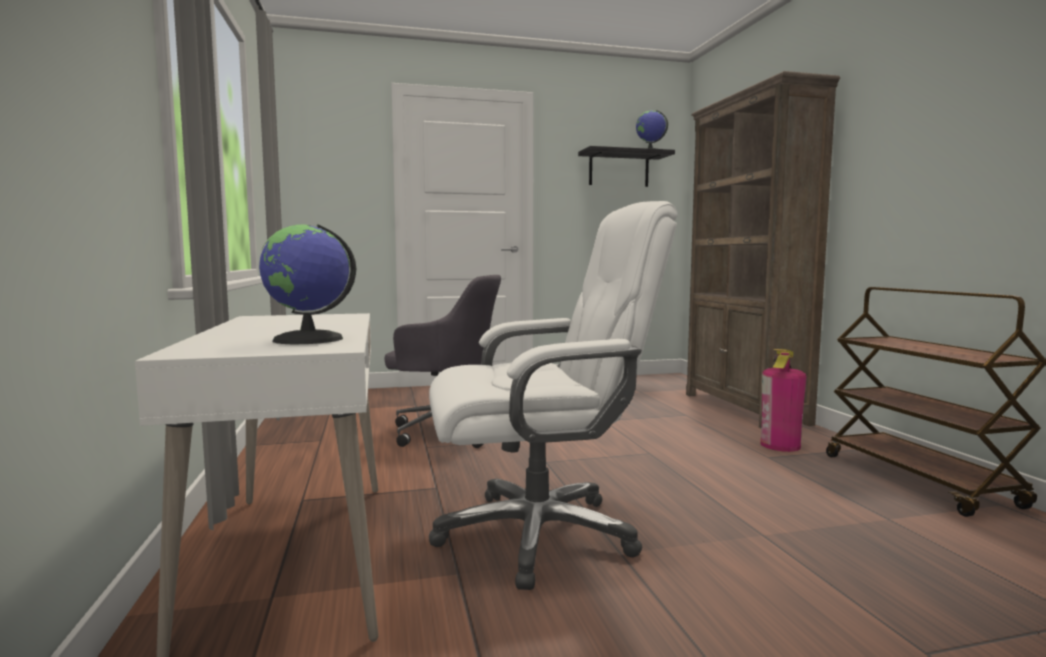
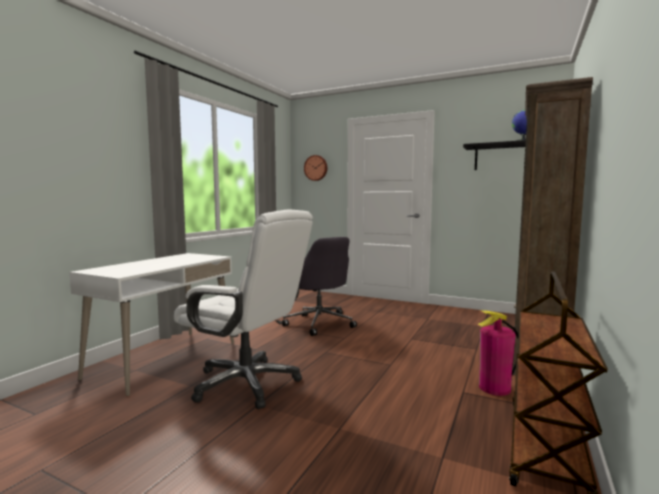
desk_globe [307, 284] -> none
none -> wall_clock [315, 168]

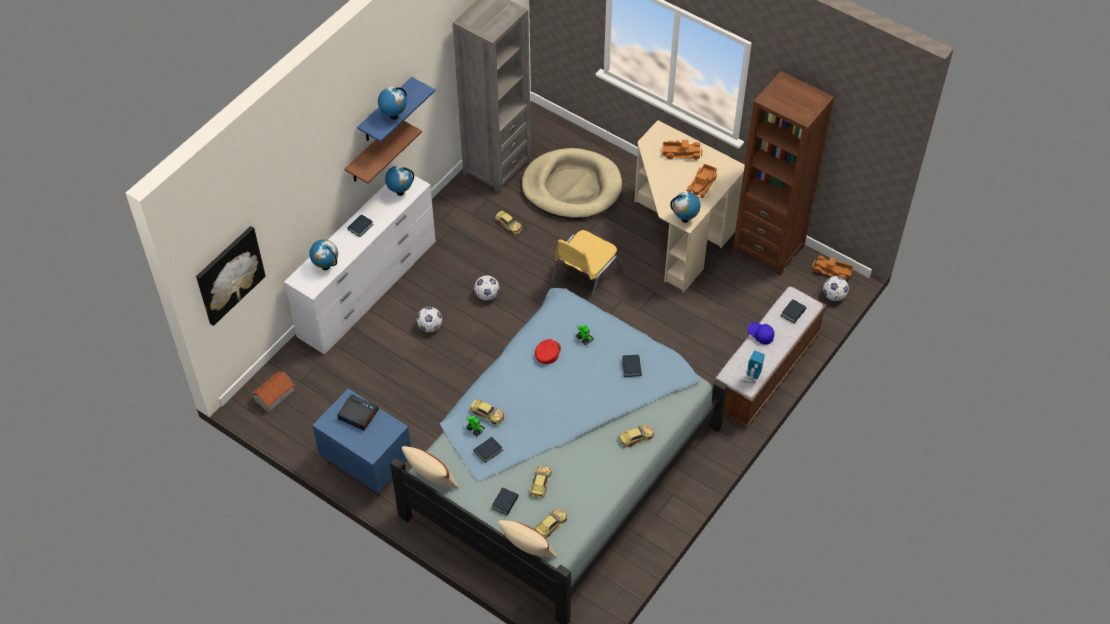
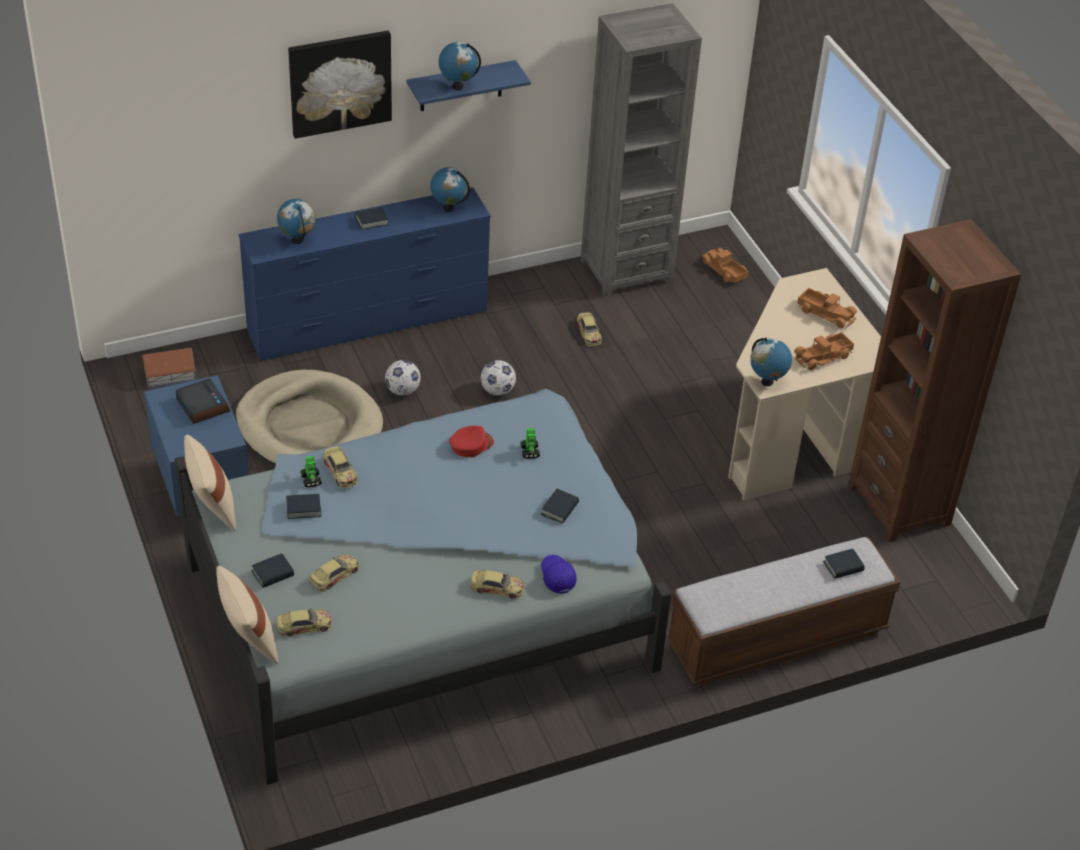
brown_shelf [383, 152] -> none
yellowish_upright_chair [586, 266] -> none
robot_figure [753, 366] -> none
football_ball [836, 288] -> none
wall_picture [231, 276] -> wall_picture [340, 85], move
beige-coloured_dog_bed [572, 183] -> beige-coloured_dog_bed [309, 418], move
bluish_baseball_cap [761, 333] -> bluish_baseball_cap [558, 574], move
toy_truck [833, 267] -> toy_truck [725, 265], move
white_dresser [360, 265] -> bluish_dresser [365, 274]

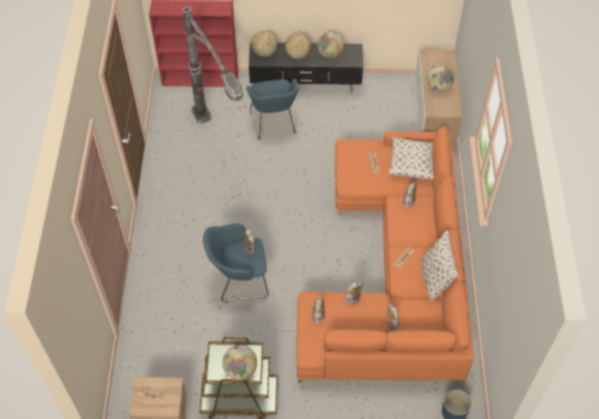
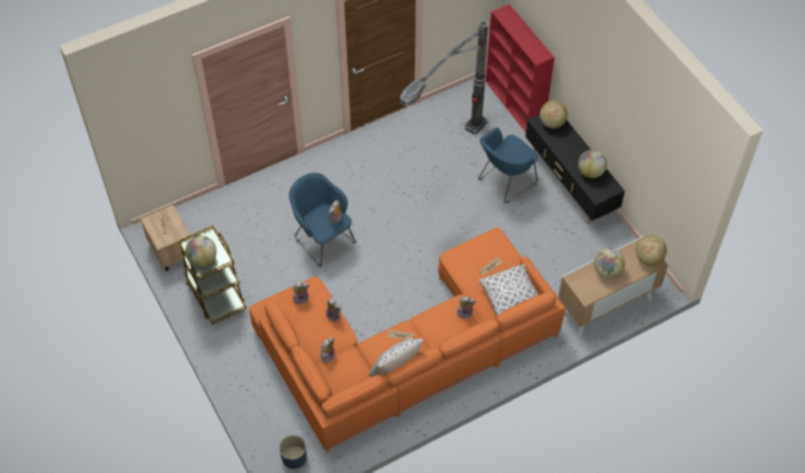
desk_globe [298, 45] -> desk_globe [651, 250], move

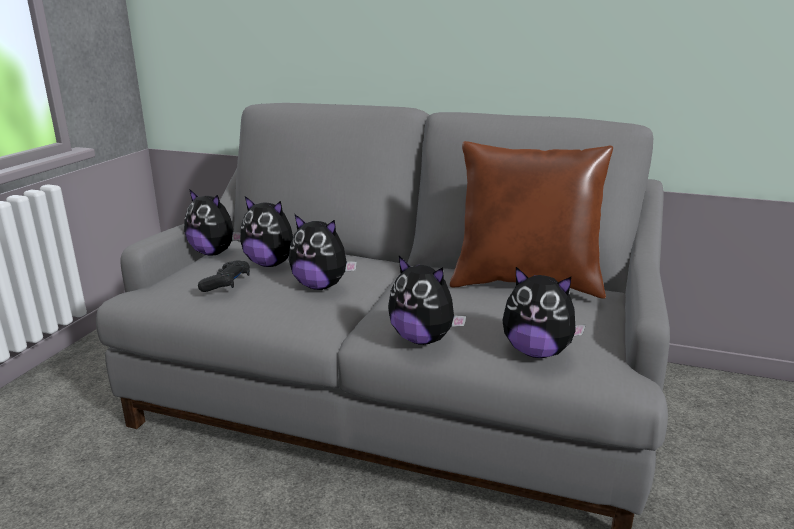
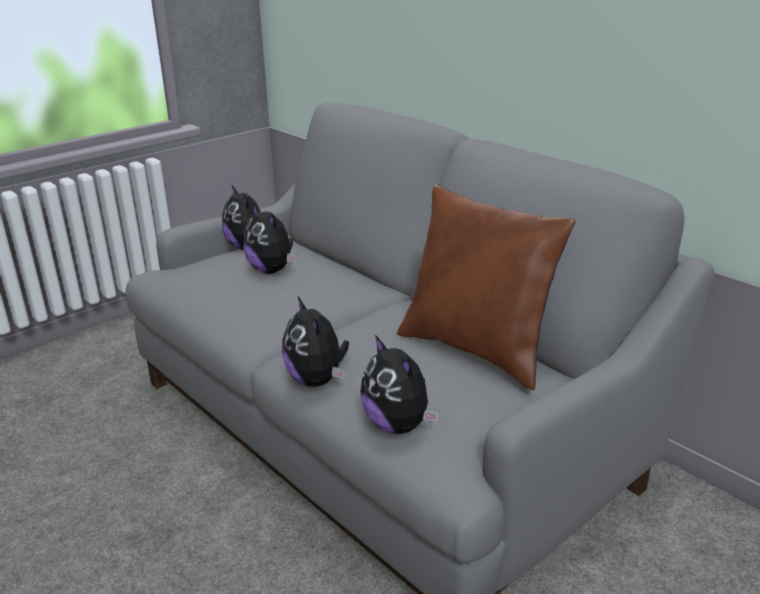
black-coloured_gamepad [224, 276] -> none
soft_toy [323, 252] -> none

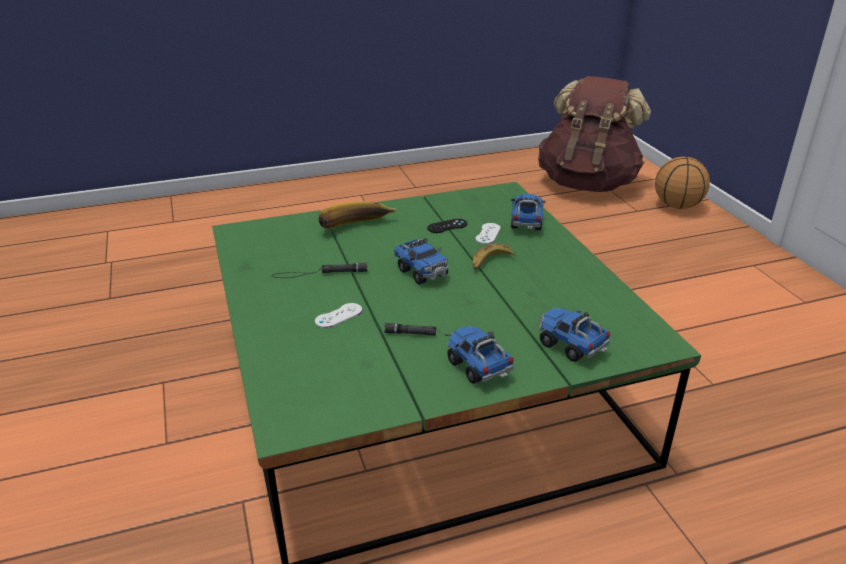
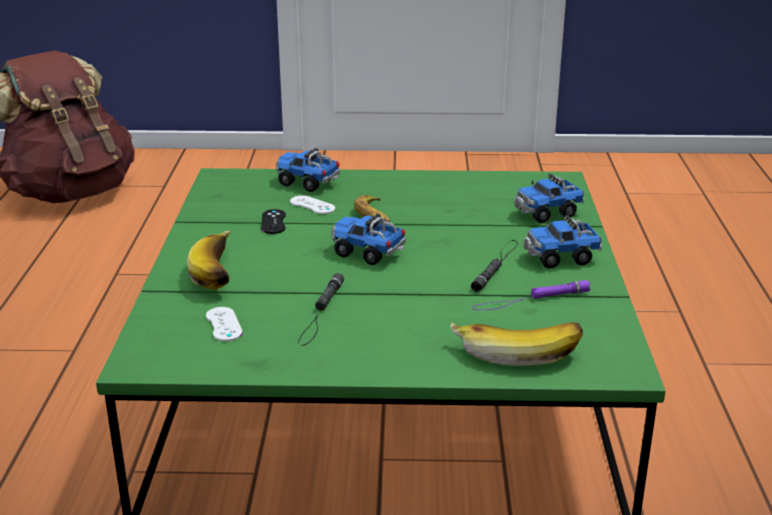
basketball [682, 183] -> none
none -> whole_banana [516, 344]
none -> purple_hand_torch [531, 295]
white_gamepad [338, 315] -> white_gamepad [224, 324], move
toy_truck [421, 261] -> toy_truck [368, 239], 135 degrees counterclockwise

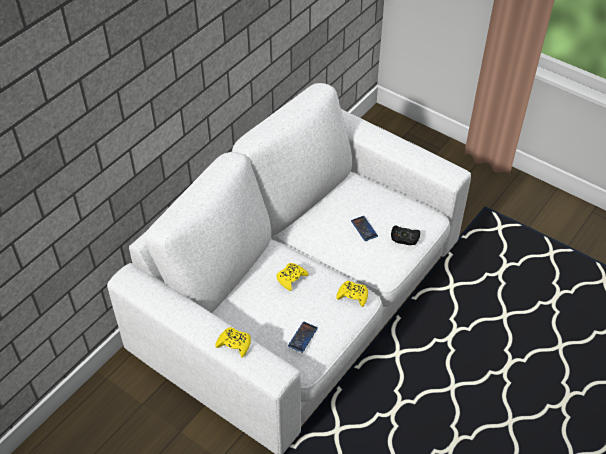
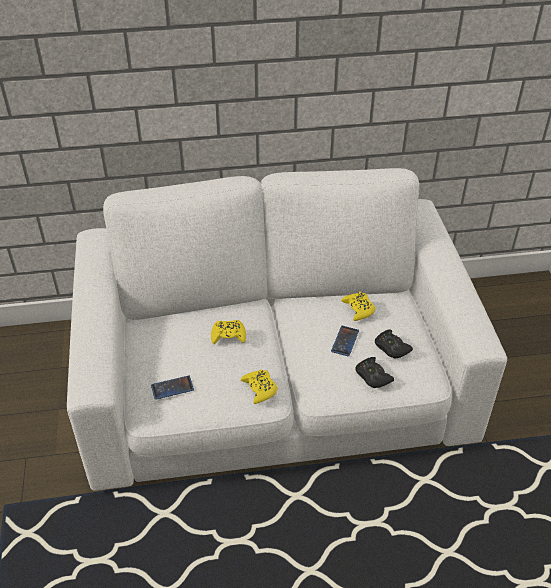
none -> black-coloured_gamepad [394, 344]
yellowish_gamepad [233, 342] -> yellowish_gamepad [358, 306], move

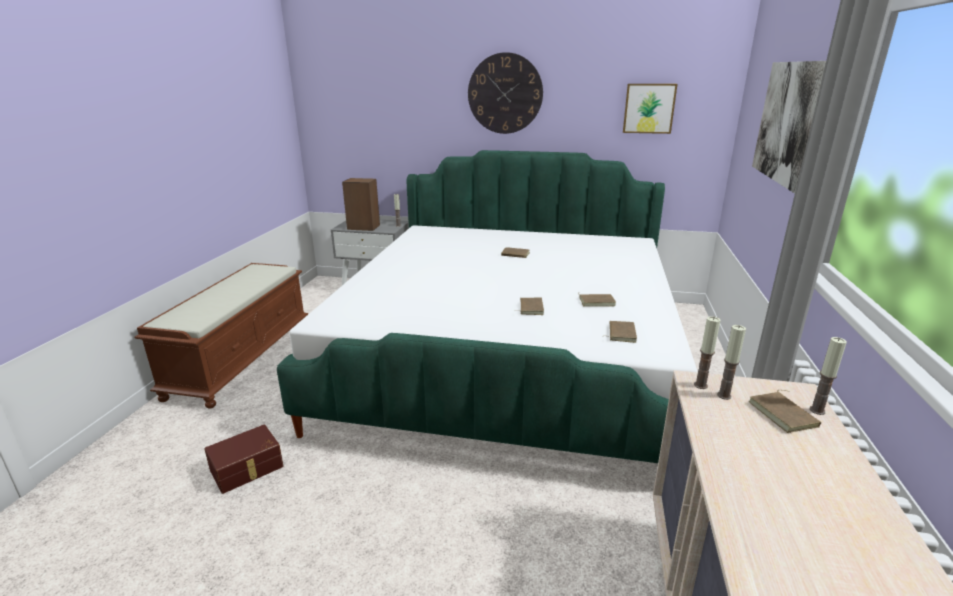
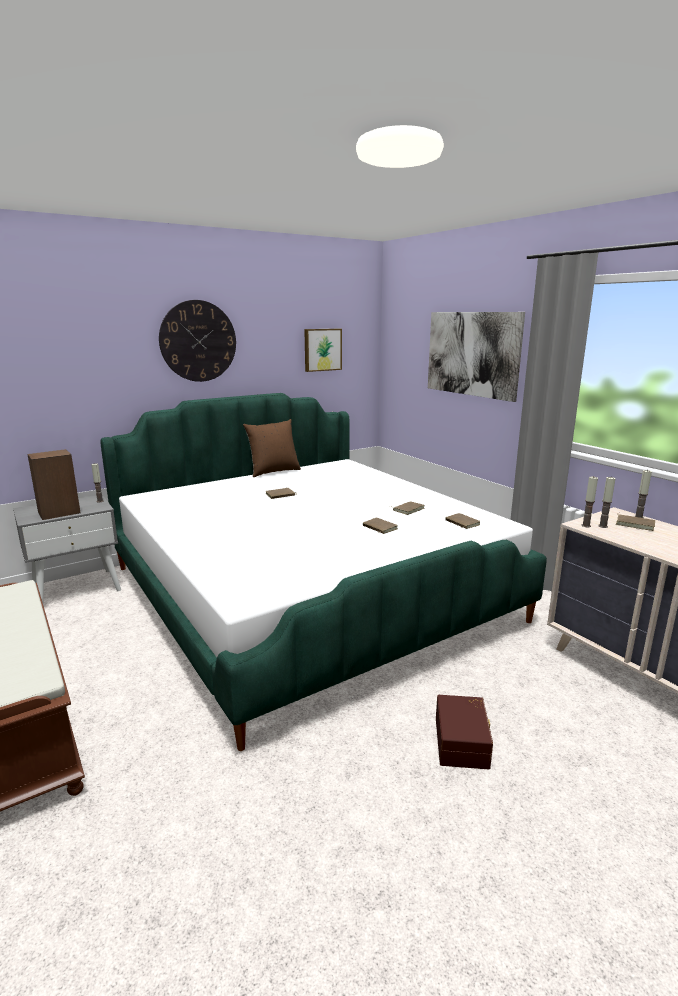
none -> brown_pillow [272, 448]
brown_storage_bin [243, 459] -> brown_storage_bin [464, 732], move

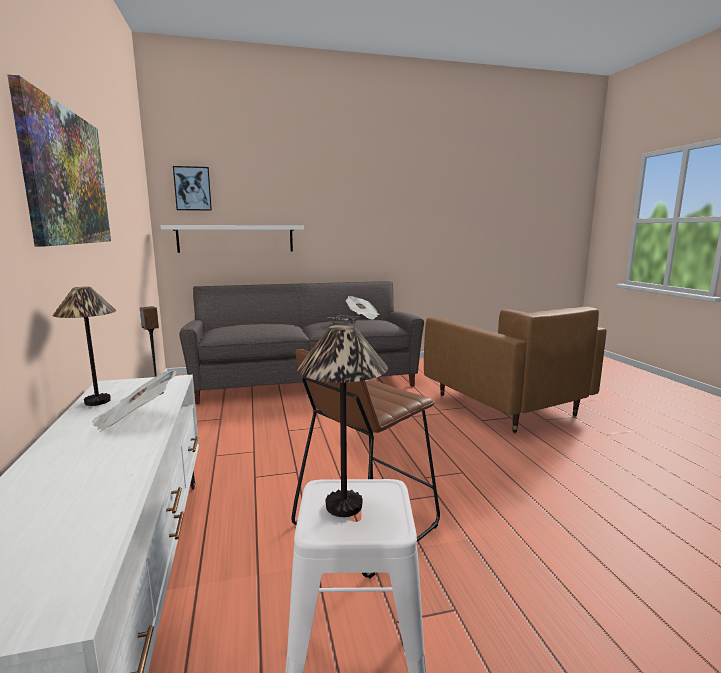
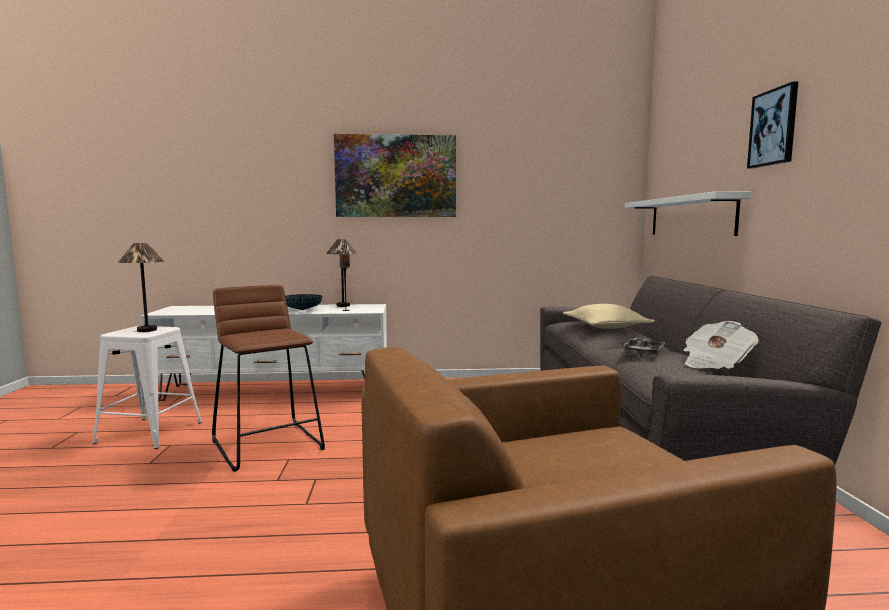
none -> beige-coloured_pillow [609, 316]
wall_picture [192, 188] -> wall_picture [772, 125], move
daily_paper [134, 401] -> deep_dish [303, 302]

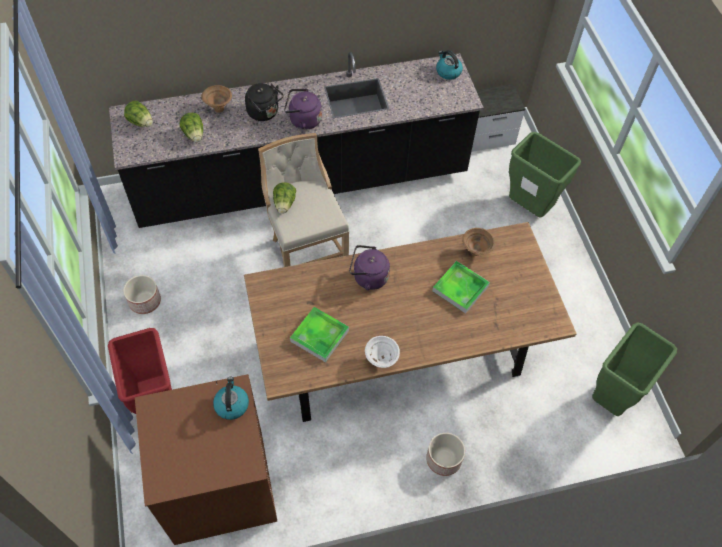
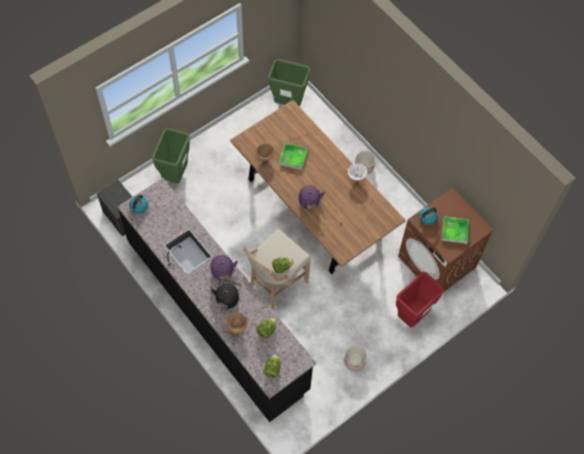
serving_tray [319, 335] -> serving_tray [455, 230], move

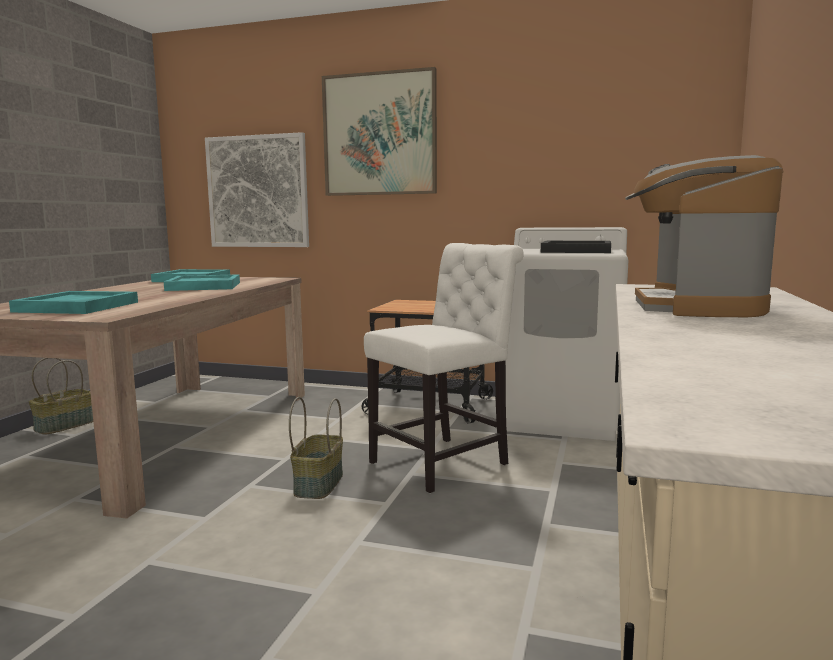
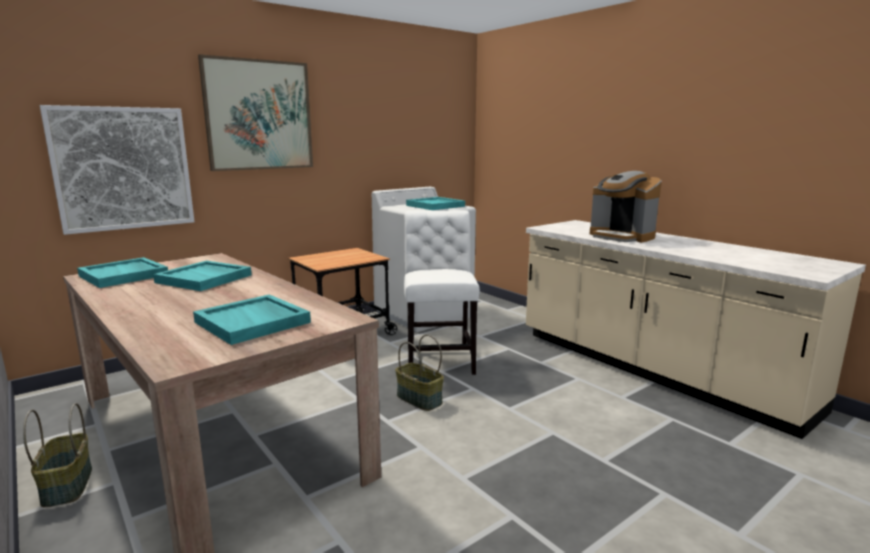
black-coloured_serving_tray [576, 247] -> blue-green_serving_tray [435, 203]

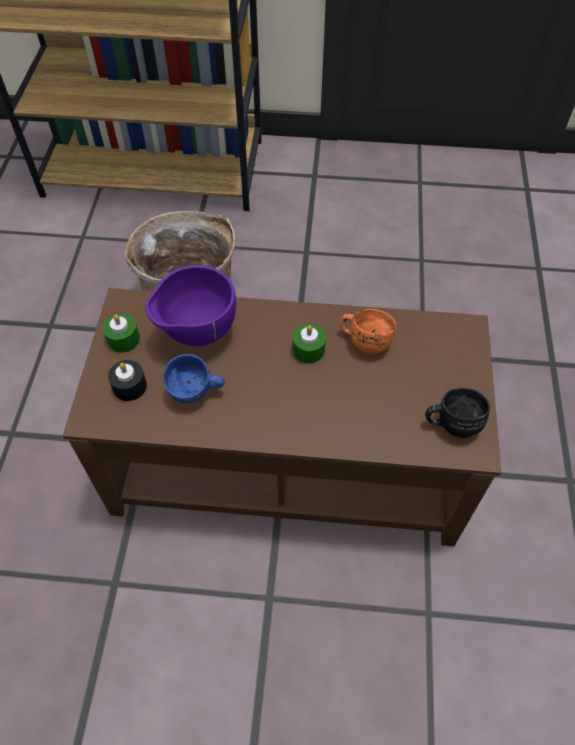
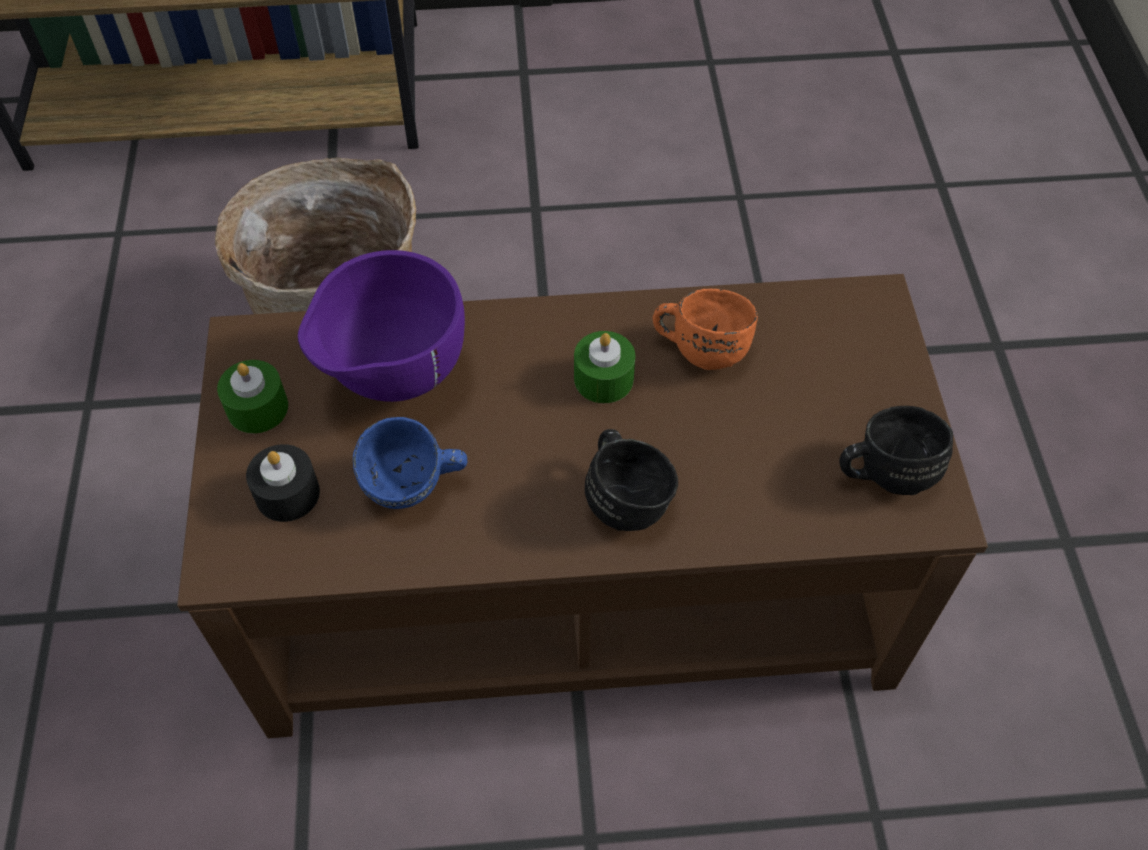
none -> black-coloured_tea_mug [631, 480]

